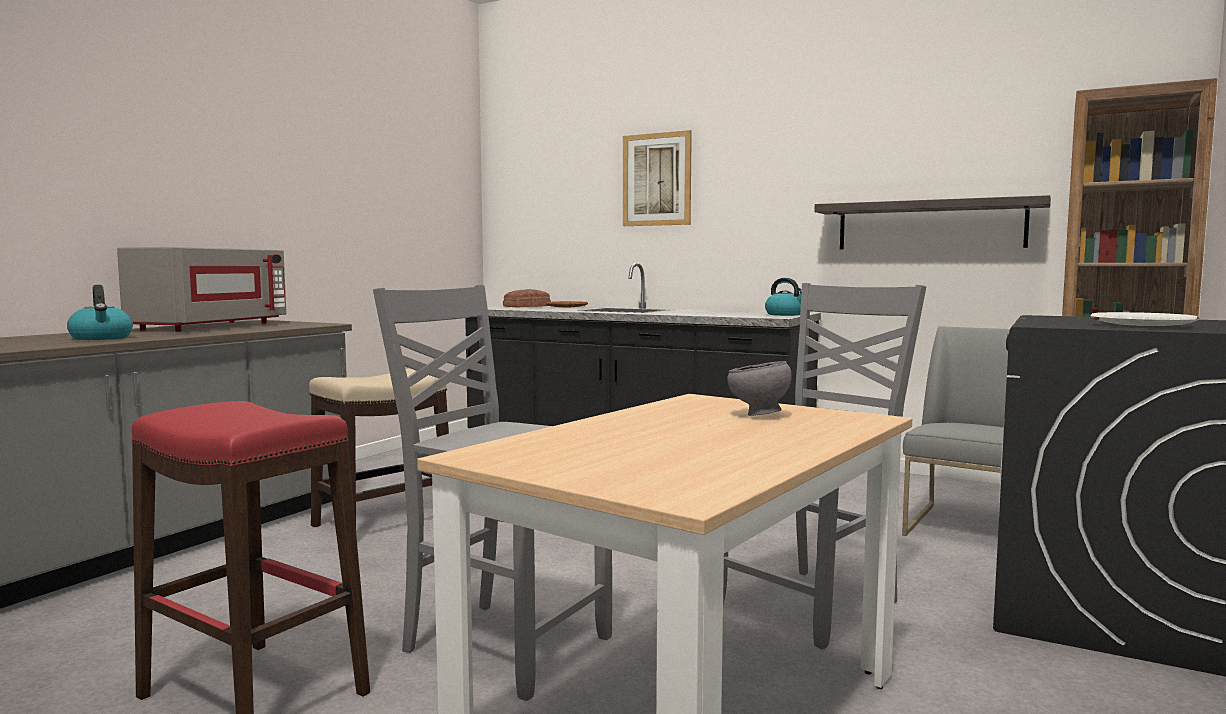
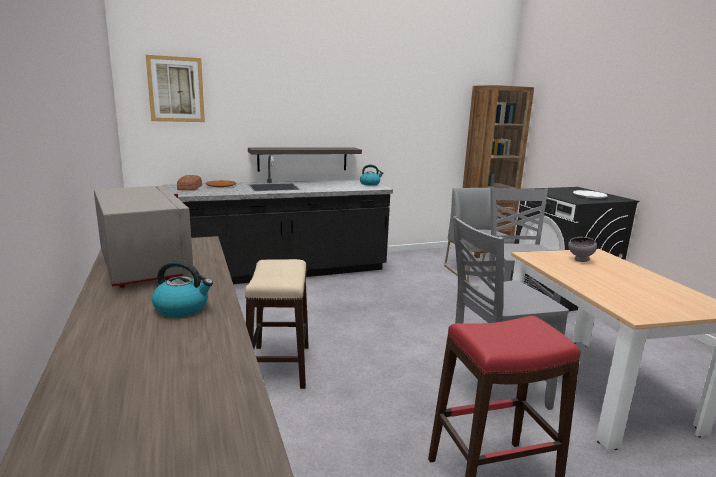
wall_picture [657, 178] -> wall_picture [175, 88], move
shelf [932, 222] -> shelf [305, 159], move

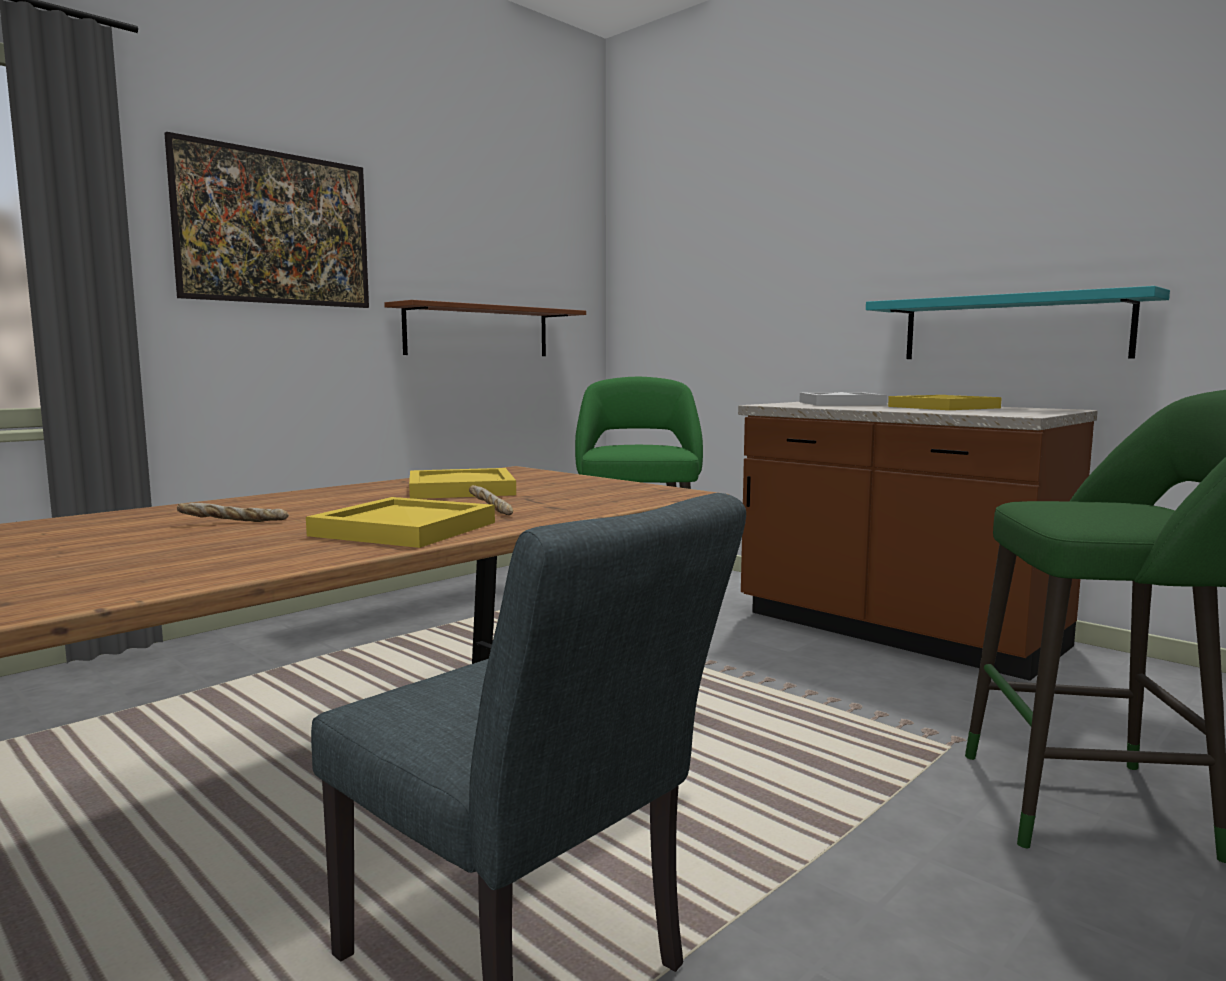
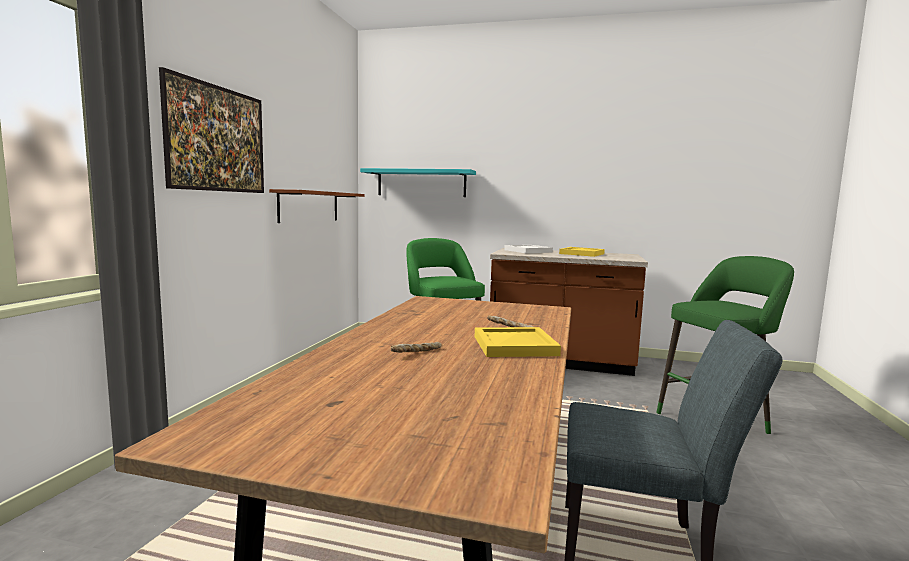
yellowish_serving_tray [462, 483] -> none
blue-green_shelf [1018, 322] -> blue-green_shelf [418, 182], move

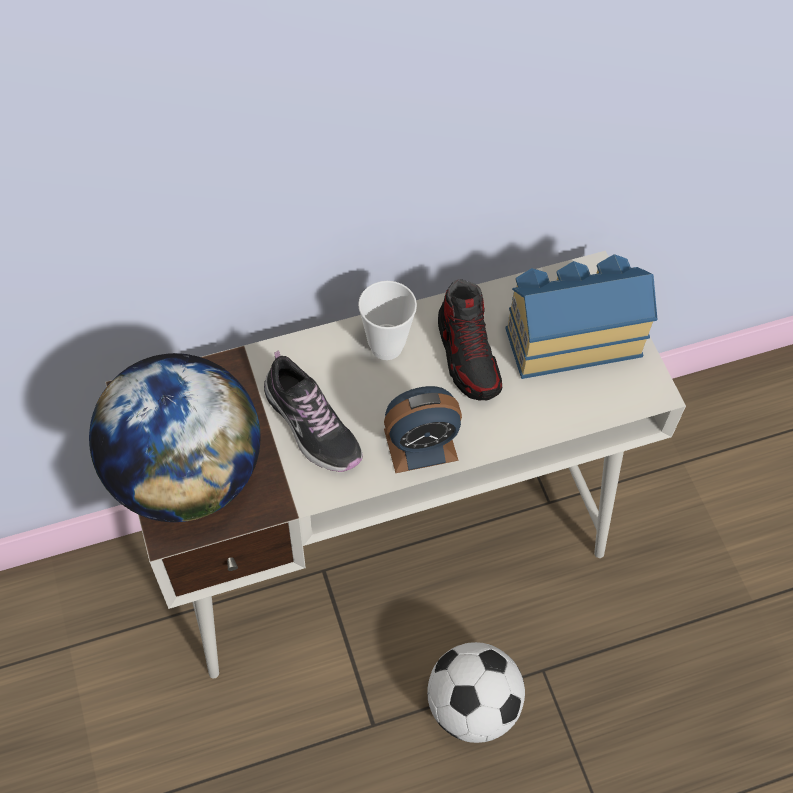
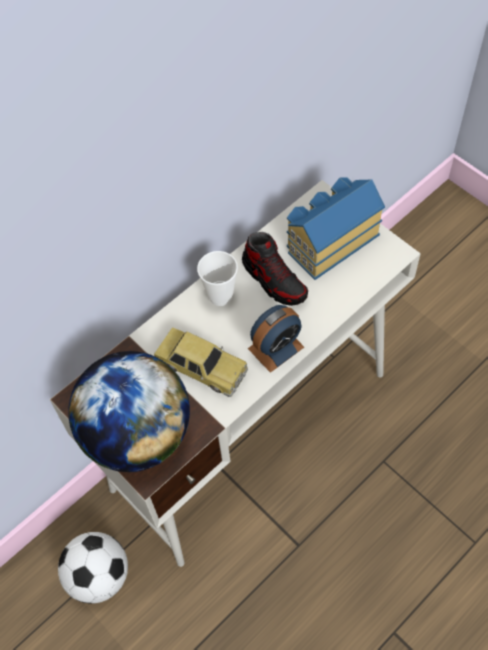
football_ball [476, 692] -> football_ball [93, 568], move
shoe [313, 411] -> miniature_car [201, 362]

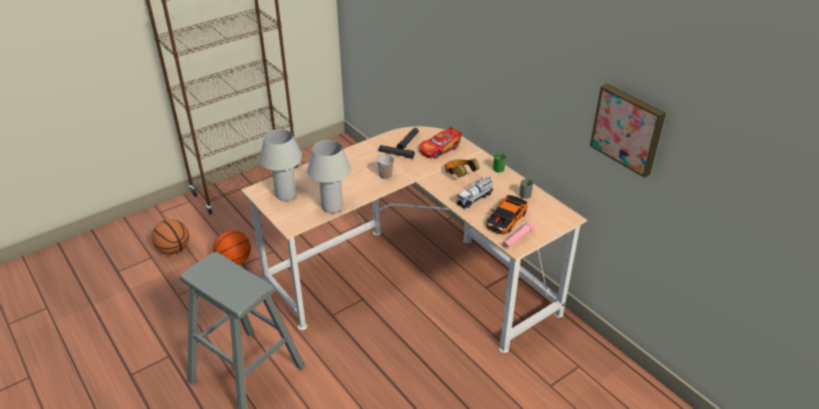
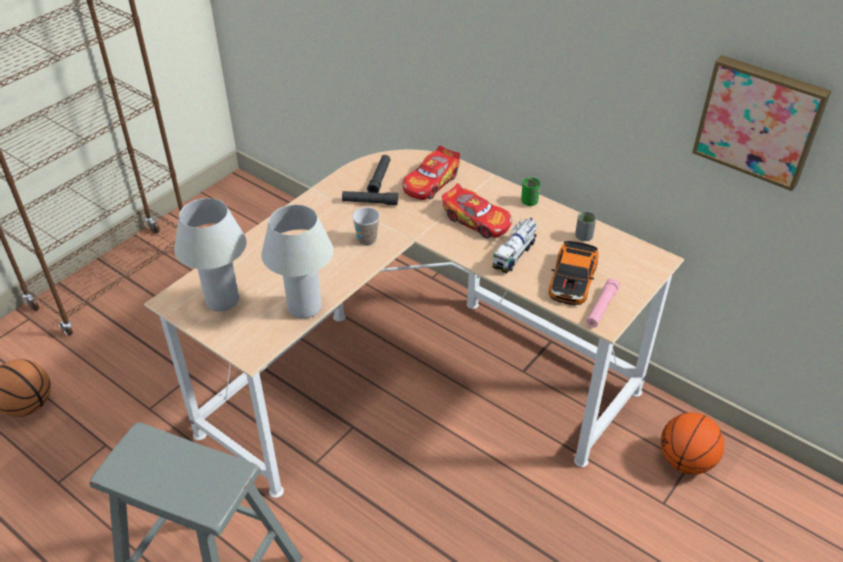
basketball [232, 247] -> basketball [692, 443], move
pair_of_headphones [462, 167] -> miniature_car [477, 210]

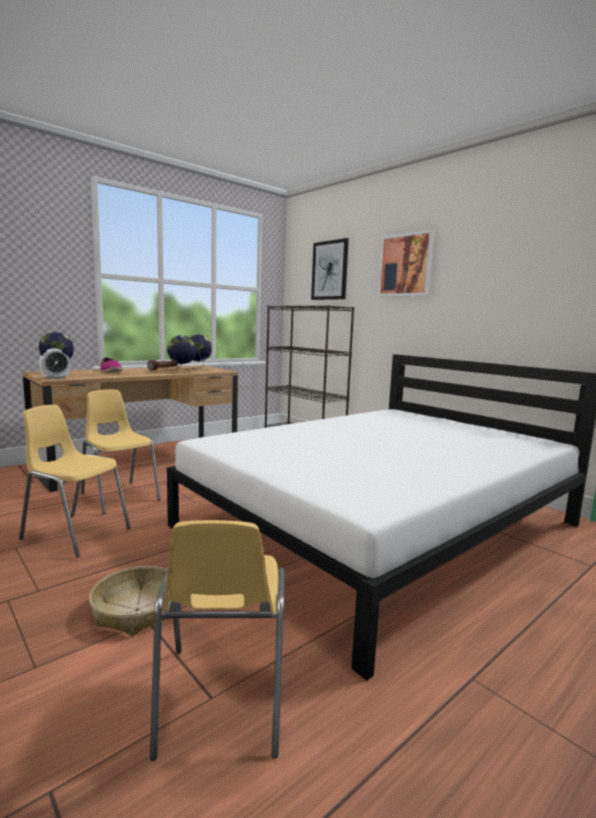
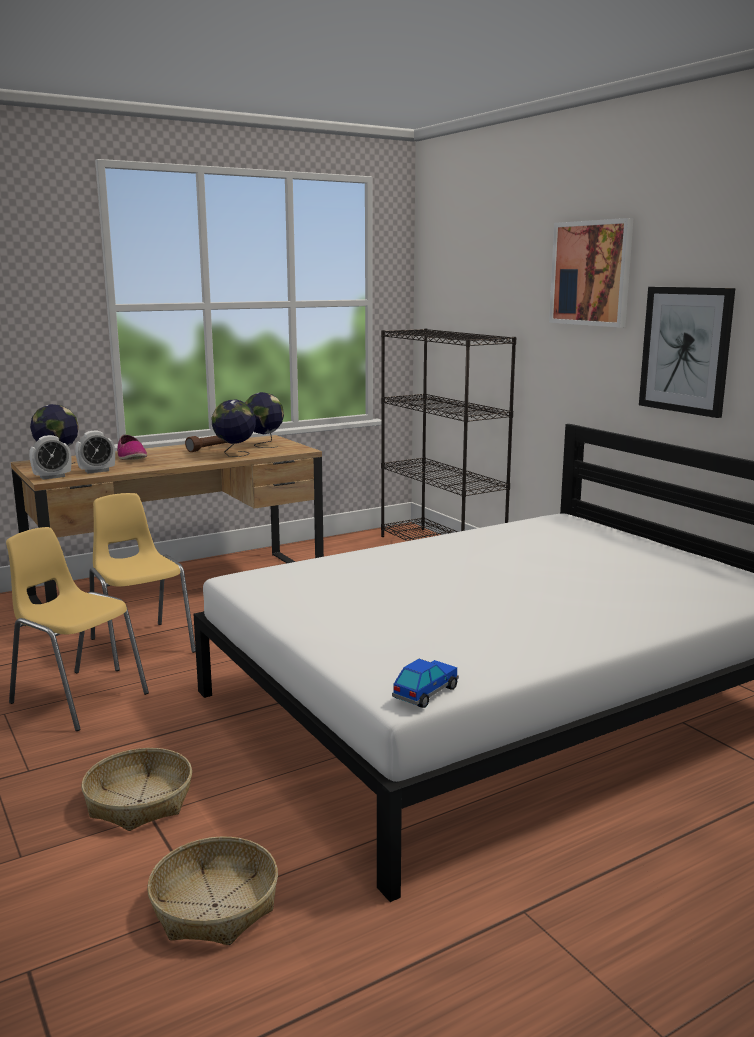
none -> bedside_clock [95, 452]
none -> miniature_car [425, 683]
wall_picture [330, 269] -> wall_picture [687, 352], move
yellowish_upright_chair [217, 640] -> storage_basket [212, 891]

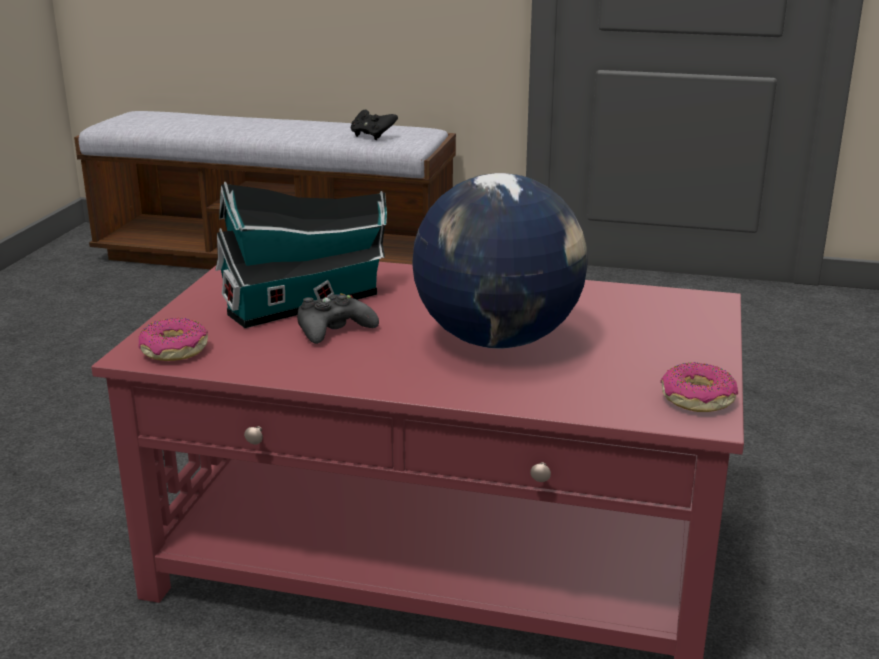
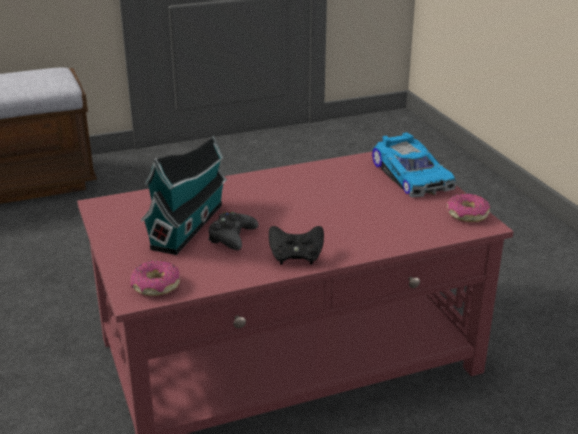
desk_globe [500, 261] -> none
none -> miniature_car [414, 165]
black-coloured_gamepad [374, 125] -> black-coloured_gamepad [296, 245], move

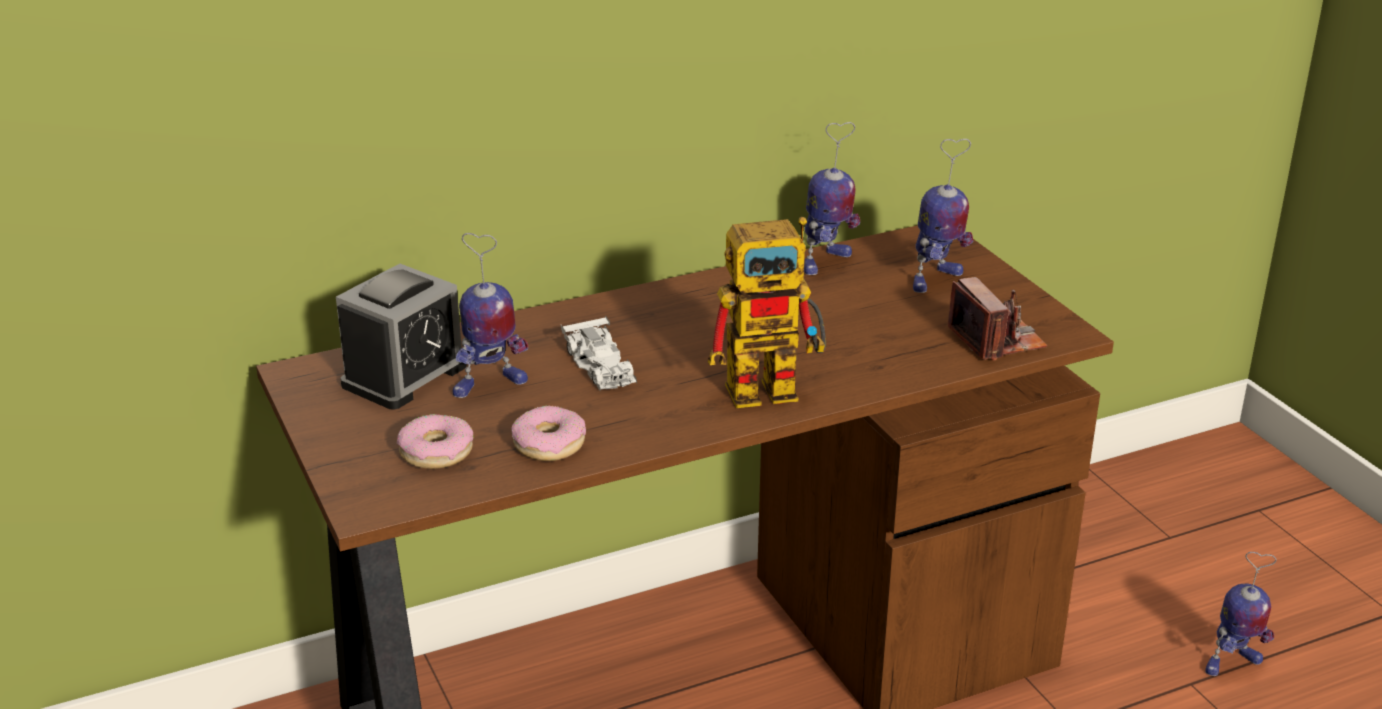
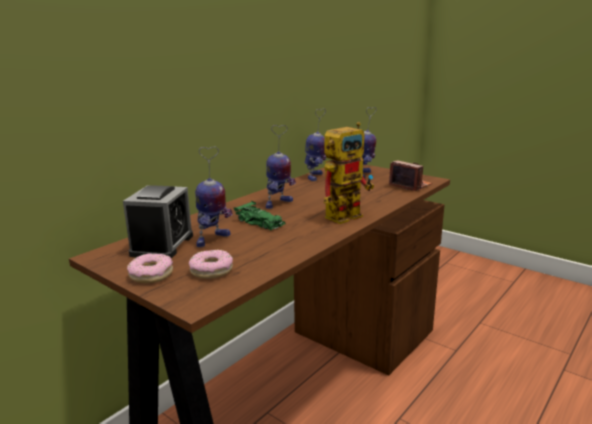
ring_doughnut [548, 433] -> ring_doughnut [150, 268], move
robot_figure [1241, 614] -> robot_figure [281, 167], move
white_miniature_car [599, 353] -> green-coloured_miniature_car [260, 216]

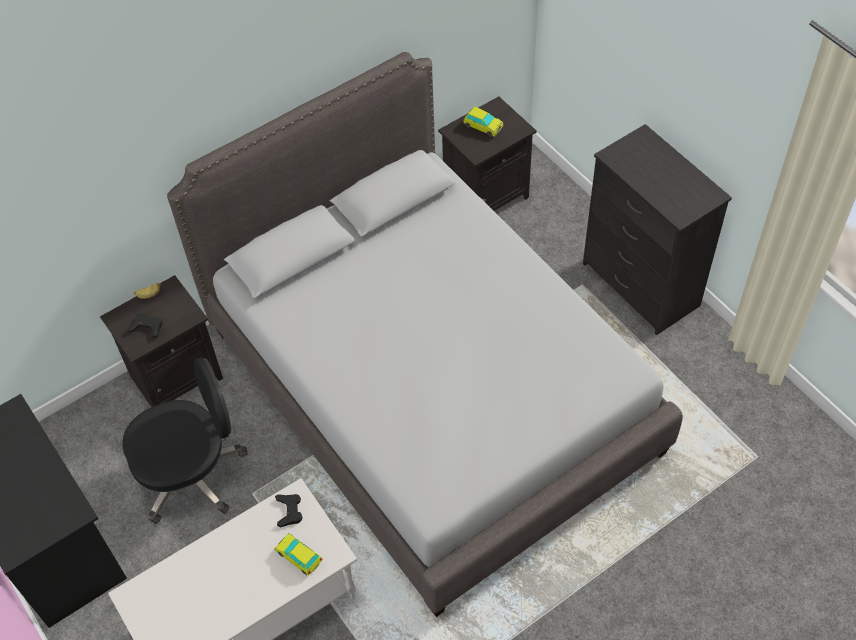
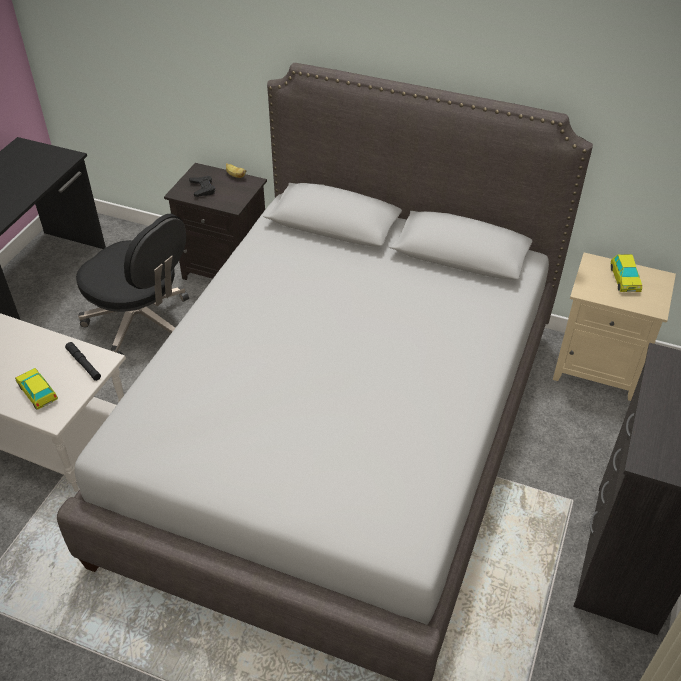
black-coloured_gamepad [289, 510] -> black-coloured_hand_torch [83, 361]
black-coloured_nightstand [487, 153] -> beige-coloured_nightstand [614, 327]
miniature_car [298, 554] -> miniature_car [36, 389], 45 degrees counterclockwise

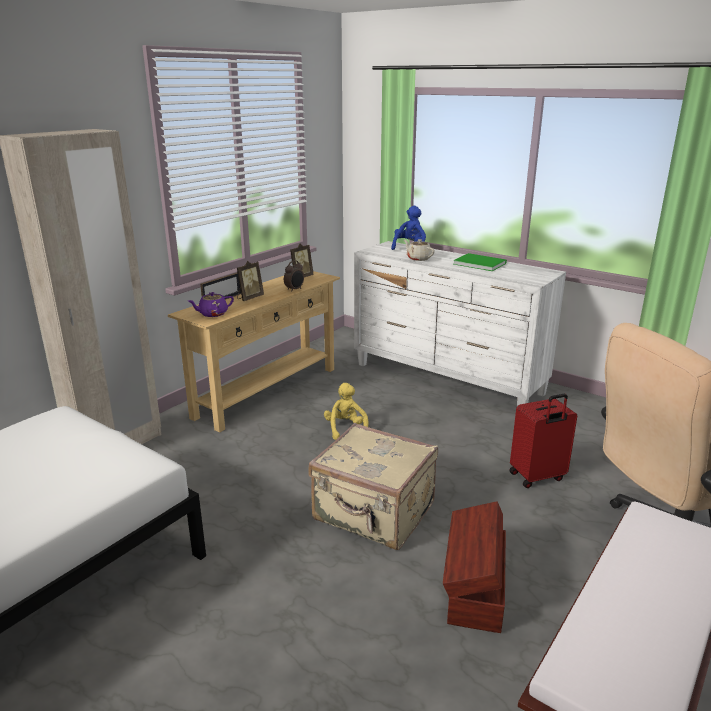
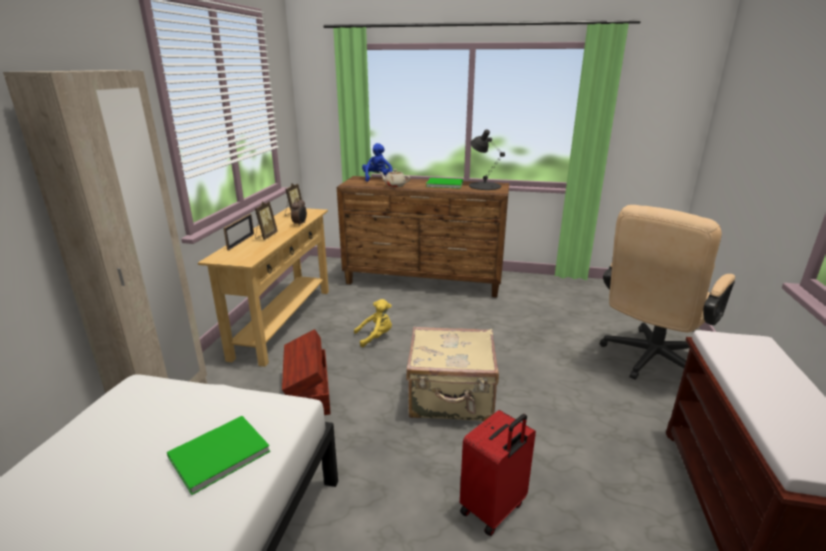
purple_pot_for_tea [211, 304] -> none
none -> green-coloured_book [218, 455]
none -> black-coloured_lamp_for_a_table [487, 159]
brown_storage_bin [474, 567] -> brown_storage_bin [306, 372], move
reddish_piece_of_luggage [543, 441] -> reddish_piece_of_luggage [498, 473], move
white_dresser [460, 323] -> brown_dresser [423, 237]
yellowish_soft_toy [346, 411] -> yellowish_soft_toy [373, 323], 105 degrees clockwise

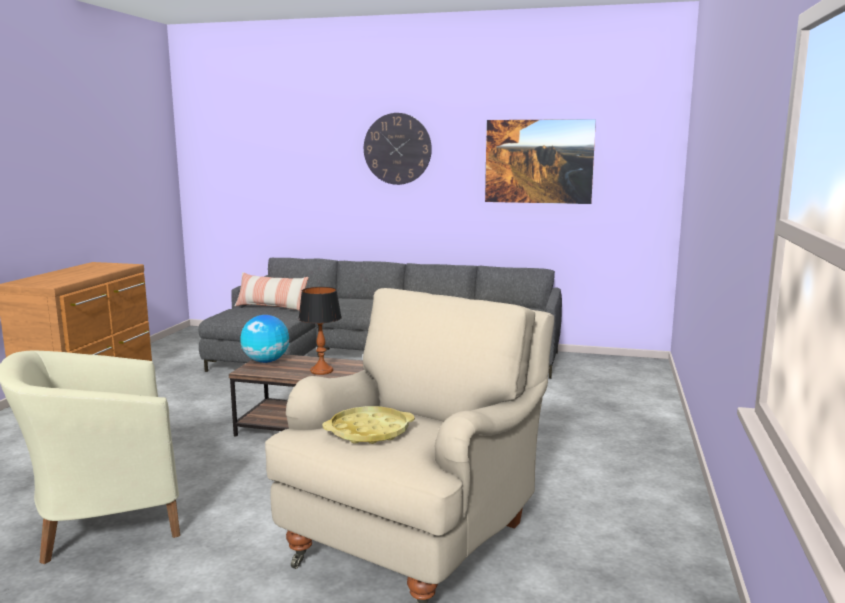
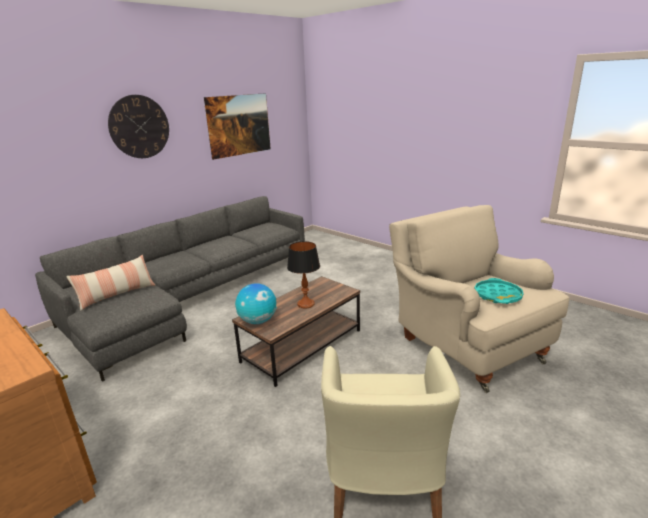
yellowish_serving_tray [368, 425] -> blue-green_serving_tray [499, 291]

